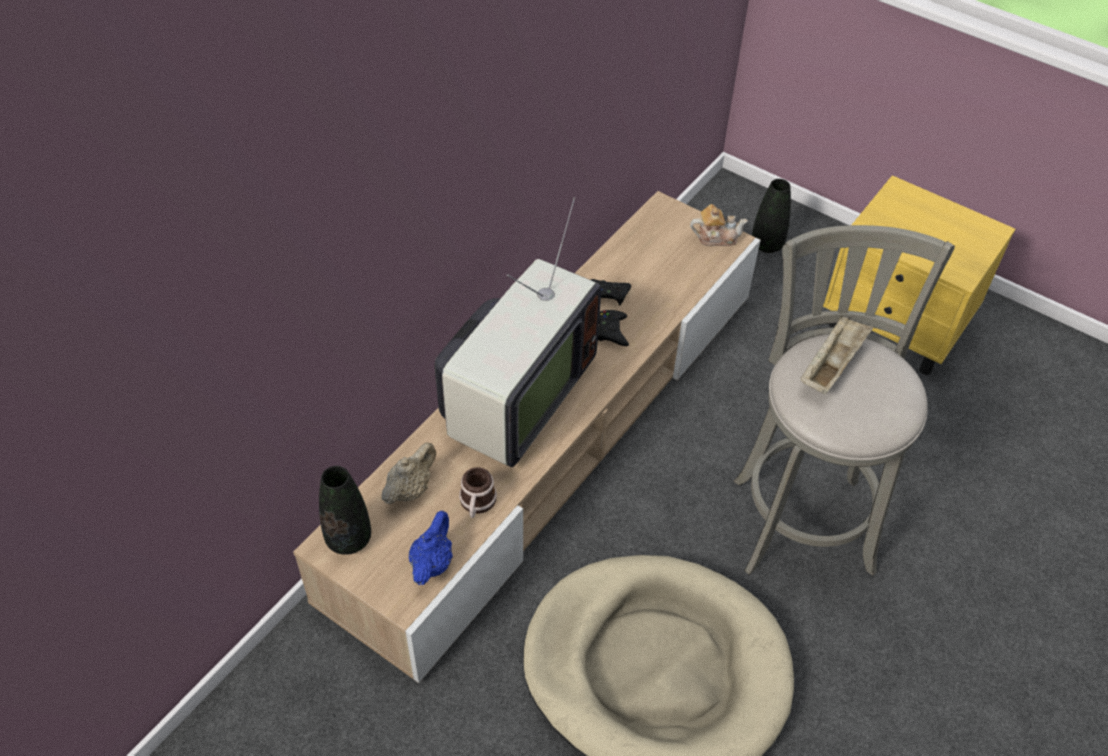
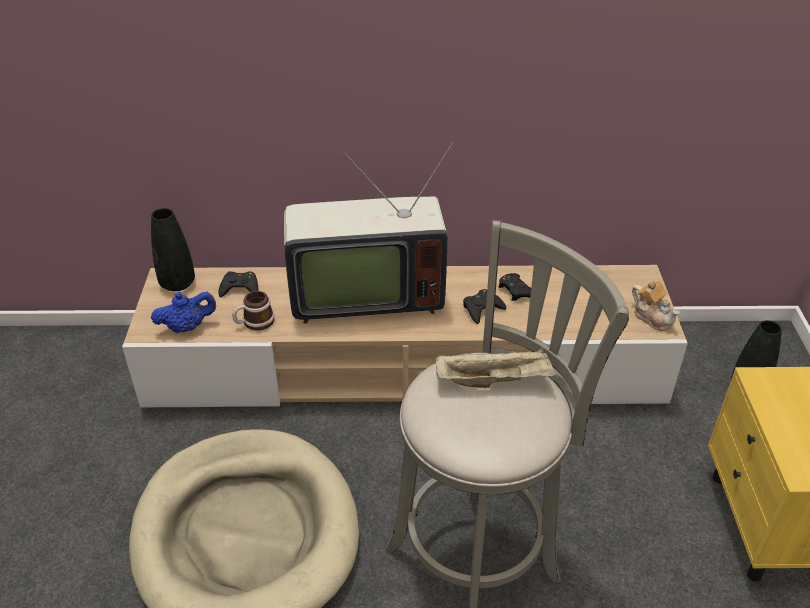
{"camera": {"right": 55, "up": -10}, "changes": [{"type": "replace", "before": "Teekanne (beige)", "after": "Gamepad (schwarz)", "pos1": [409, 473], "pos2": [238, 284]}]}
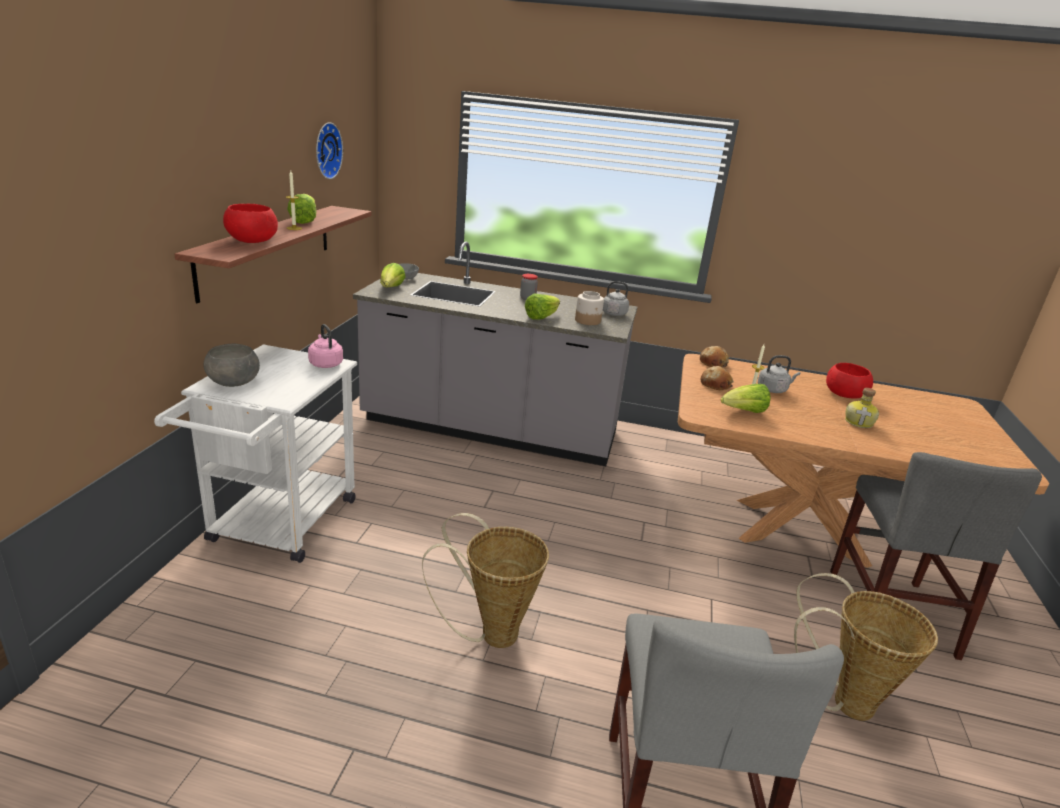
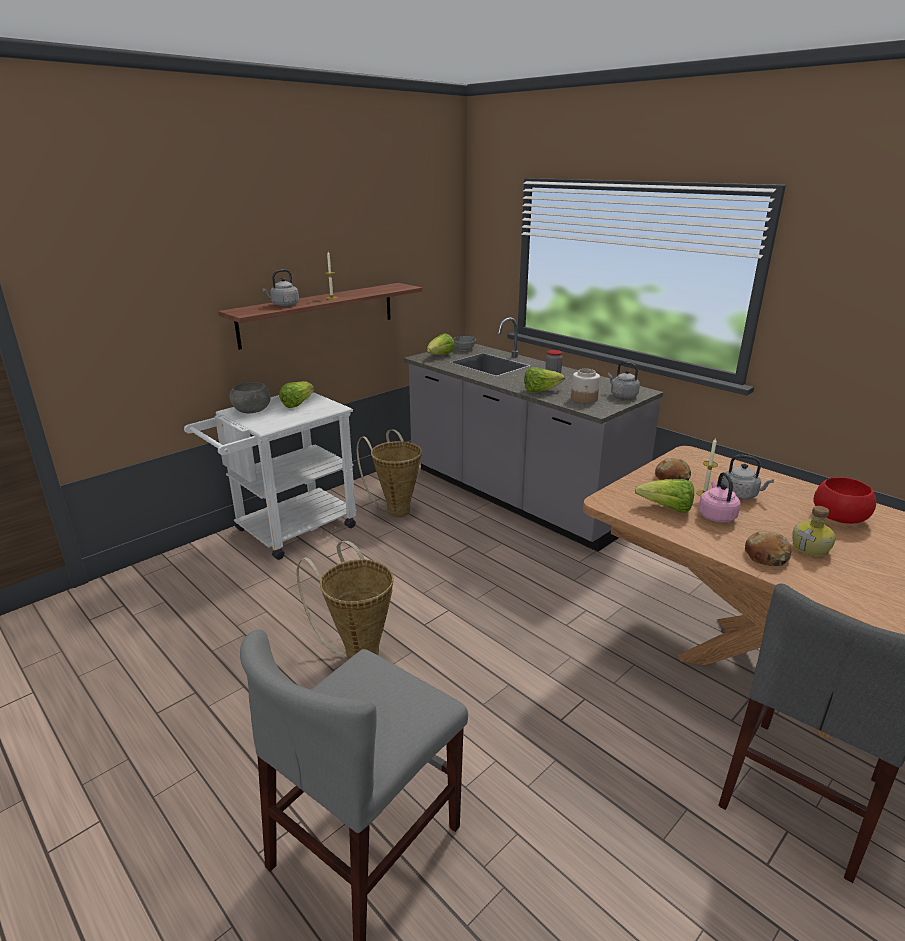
{"camera": {"right": 35, "up": 0}, "changes": [{"type": "replace", "before": "Schüssel (rot)", "after": "Wasserkessel (grau)", "pos1": [250, 223], "pos2": [280, 287]}, {"type": "move", "before": "Salatkopf", "pos1": [301, 209], "pos2": [296, 394]}, {"type": "move", "before": "Korb", "pos1": [866, 647], "pos2": [389, 473]}, {"type": "move", "before": "Wasserkessel (rosa)", "pos1": [325, 346], "pos2": [719, 497]}, {"type": "move", "before": "Brot", "pos1": [714, 357], "pos2": [768, 548]}, {"type": "delete", "before": "Wanduhr", "pos1": [329, 150]}]}
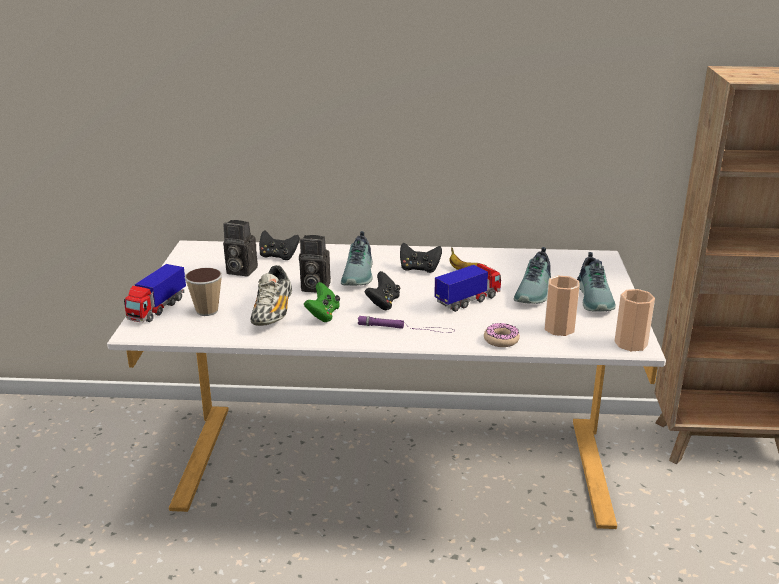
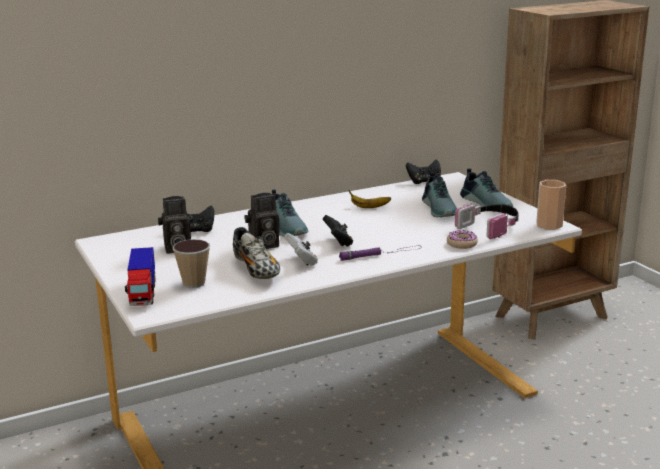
{"camera": {"right": -30, "up": -5}, "changes": [{"type": "recolor", "before": "Gamepad (grün)", "after": "Gamepad (weiß)", "pos1": [322, 302], "pos2": [301, 249]}, {"type": "move", "before": "Gamepad (schwarz)", "pos1": [421, 257], "pos2": [423, 171]}, {"type": "replace", "before": "Tasse", "after": "Kopfhörer", "pos1": [562, 305], "pos2": [487, 221]}, {"type": "delete", "before": "Spielzeuglaster", "pos1": [467, 288]}]}
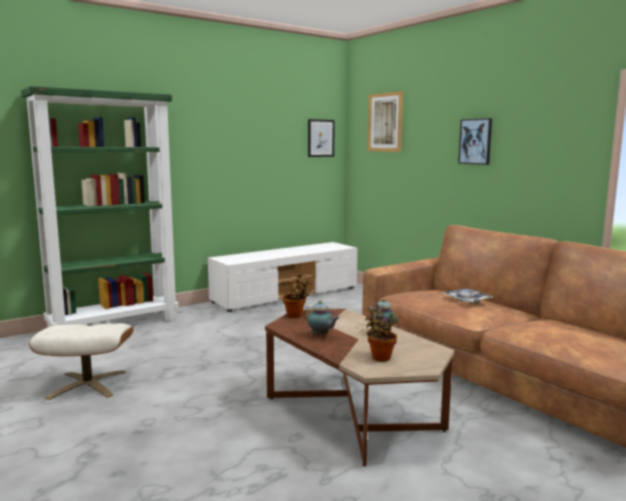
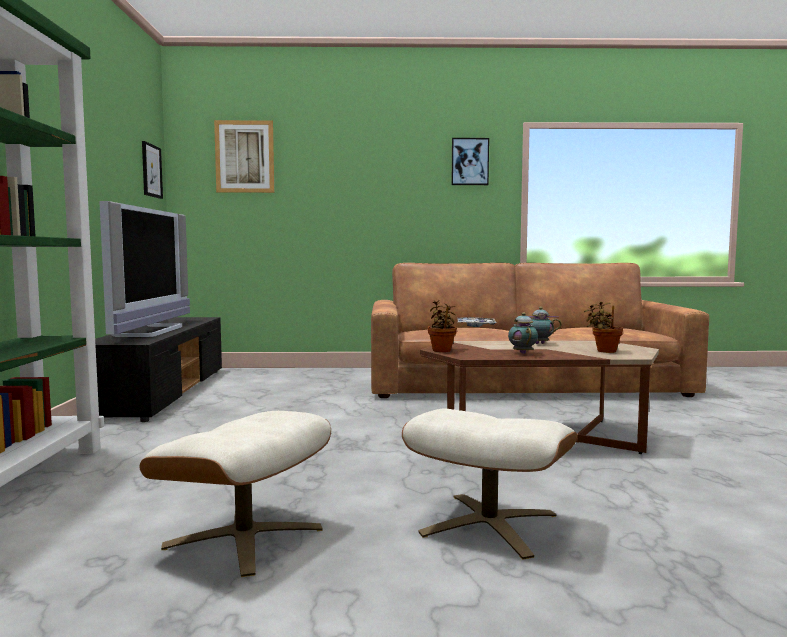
{"camera": {"right": -55, "up": -5}, "changes": [{"type": "recolor", "before": "Fernsehschrank (weiß)", "after": "Fernsehschrank (schwarz)", "pos1": [282, 277], "pos2": [158, 369]}, {"type": "insert", "after": "Fernseher", "pos2": [144, 269]}, {"type": "insert", "after": "Polsterhocker (beige)", "pos2": [489, 484]}, {"type": "move", "before": "Bild", "pos1": [475, 141], "pos2": [470, 161]}, {"type": "rotate", "before": "Teekanne", "pos1": [321, 318], "pos2": [523, 333], "turn": -75}]}
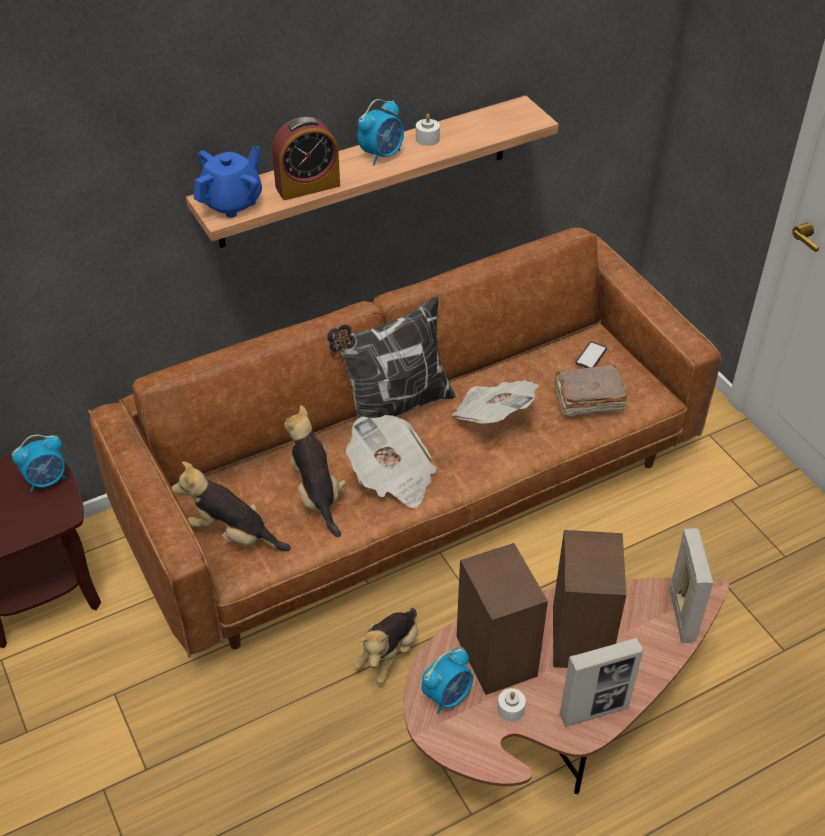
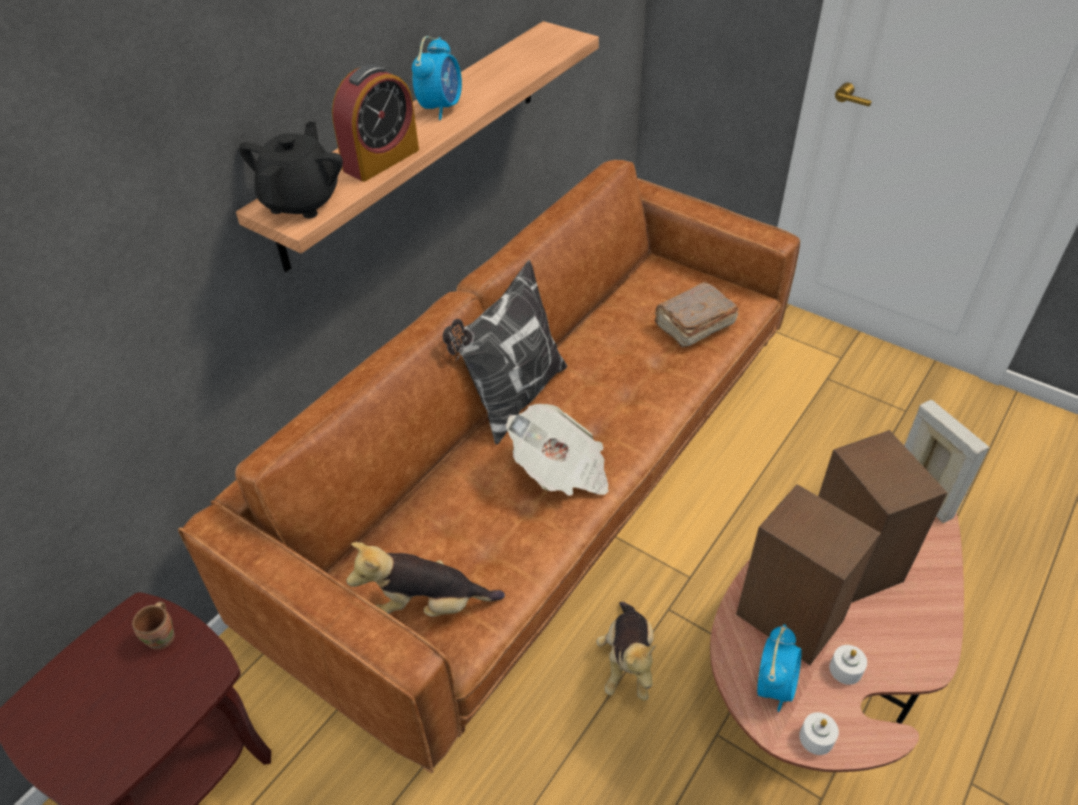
{"camera": {"right": -25, "up": 0}, "changes": [{"type": "replace", "before": "Wecker", "after": "Henkelbecher (braun)", "pos1": [39, 464], "pos2": [153, 625]}, {"type": "recolor", "before": "Teekanne (blau)", "after": "Teekanne (schwarz)", "pos1": [228, 182], "pos2": [291, 169]}, {"type": "move", "before": "Kerze (weiß)", "pos1": [428, 130], "pos2": [819, 733]}, {"type": "delete", "before": "Plüschtier", "pos1": [315, 471]}, {"type": "delete", "before": "Zeitung", "pos1": [495, 402]}, {"type": "delete", "before": "Bilderrahmen", "pos1": [601, 682]}, {"type": "delete", "before": "Handy", "pos1": [591, 354]}]}
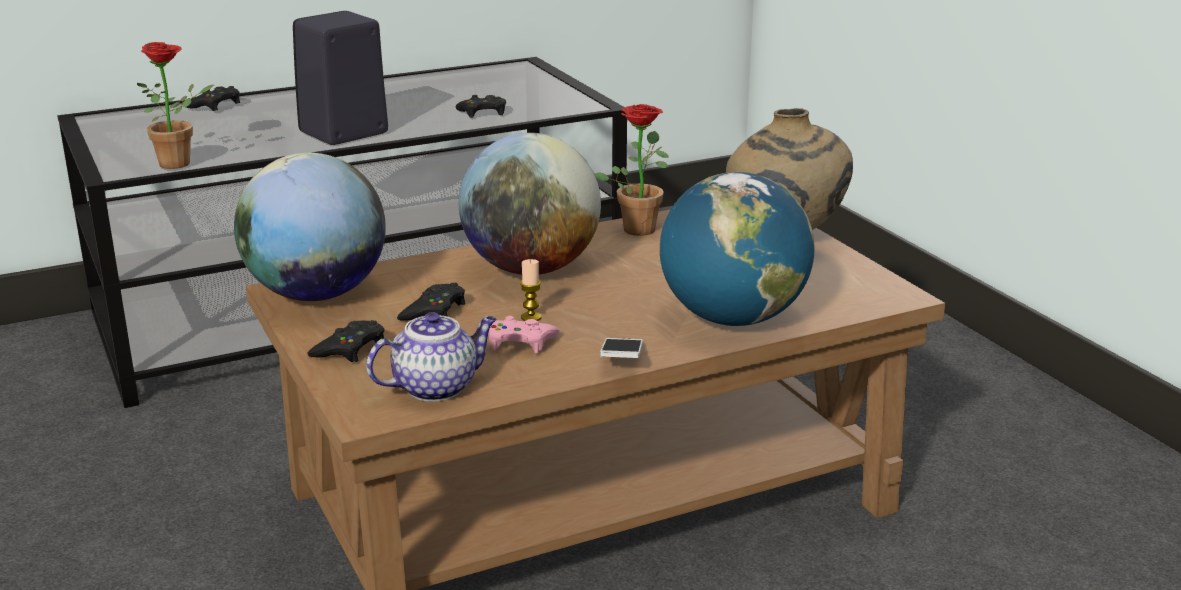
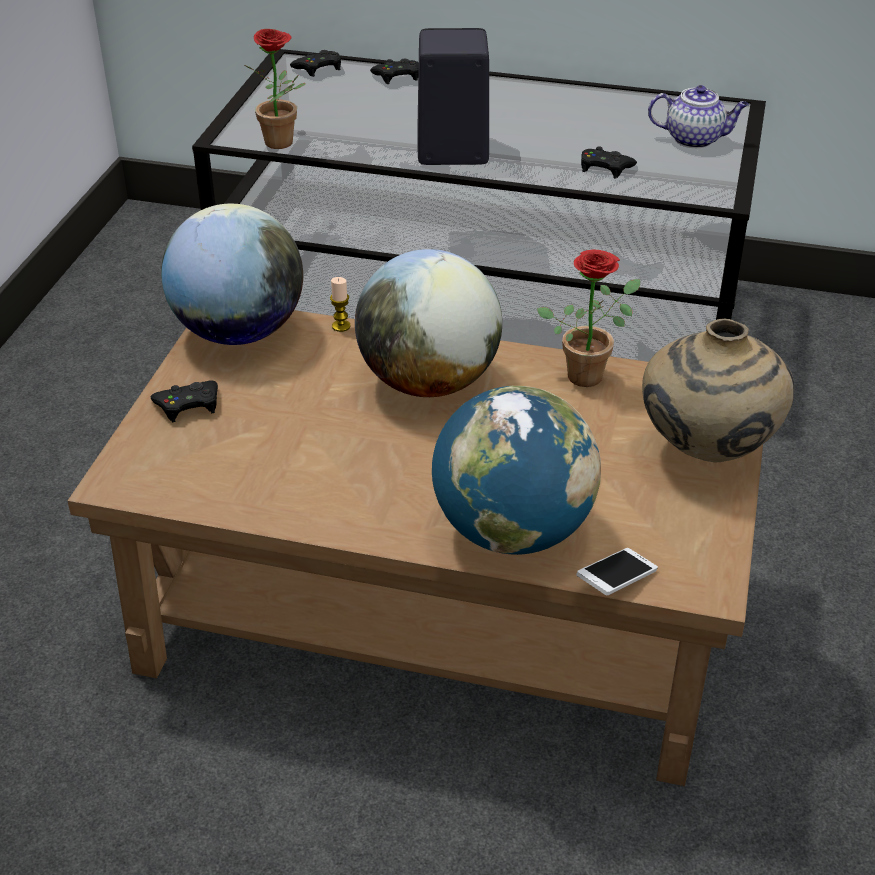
{"camera": {"right": 40, "up": 15}, "changes": [{"type": "move", "before": "Gamepad (schwarz)", "pos1": [431, 301], "pos2": [315, 63]}, {"type": "move", "before": "Kerze", "pos1": [531, 290], "pos2": [340, 304]}, {"type": "move", "before": "Handy", "pos1": [621, 348], "pos2": [617, 571]}, {"type": "move", "before": "Teekanne", "pos1": [431, 357], "pos2": [698, 116]}, {"type": "delete", "before": "Gamepad (rosa)", "pos1": [524, 334]}]}
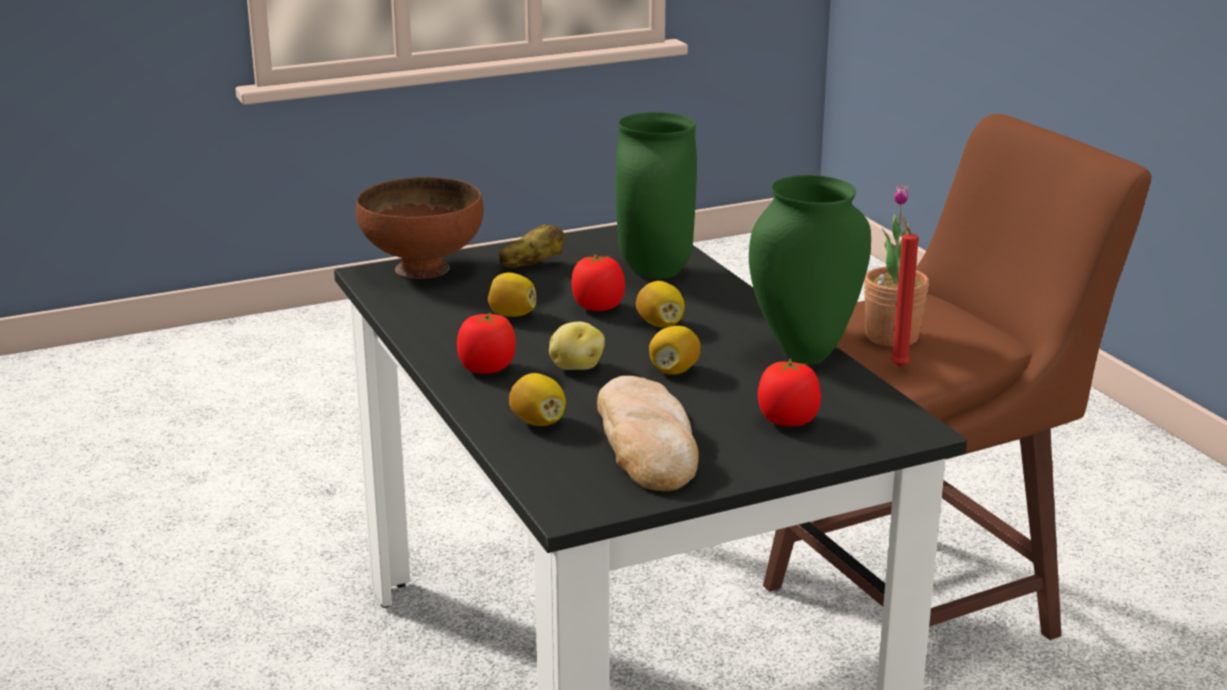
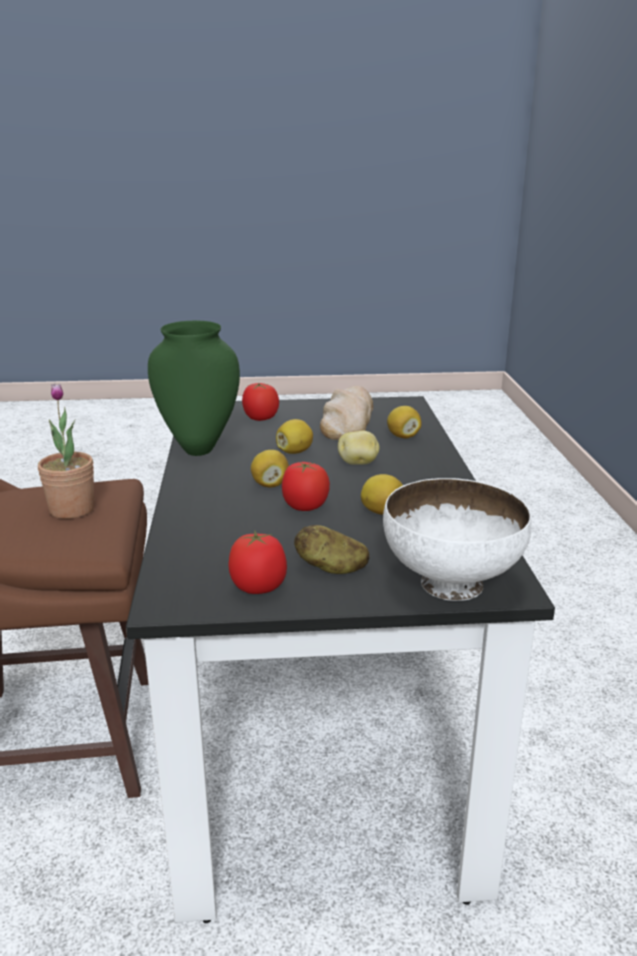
{"camera": {"right": -160, "up": 0}, "changes": [{"type": "move", "before": "Tomate", "pos1": [486, 343], "pos2": [257, 562]}, {"type": "recolor", "before": "Schüssel (braun)", "after": "Schüssel (weiß)", "pos1": [419, 228], "pos2": [457, 539]}, {"type": "delete", "before": "Vase (grün)", "pos1": [656, 195]}, {"type": "delete", "before": "Kerze (rot)", "pos1": [904, 291]}]}
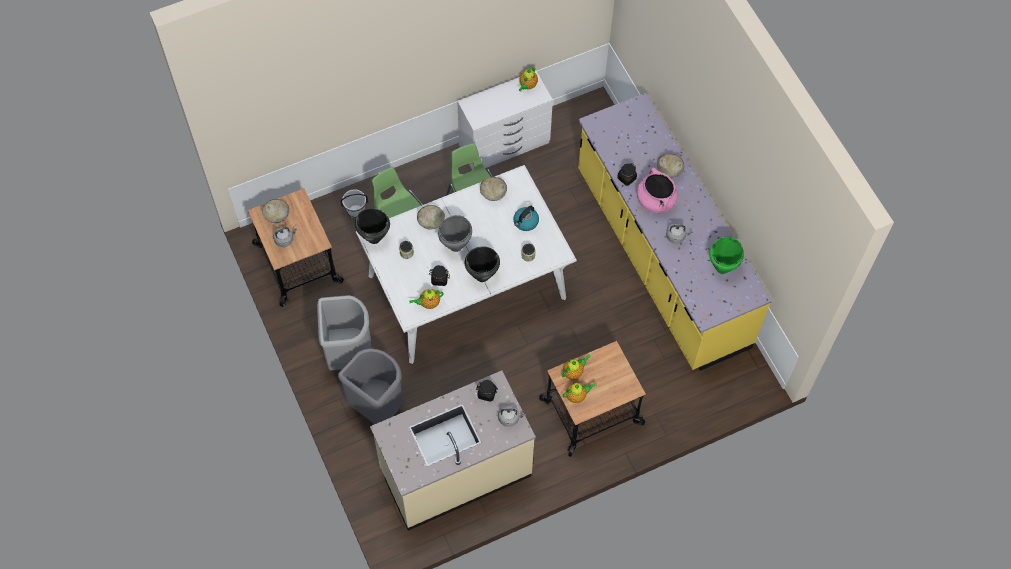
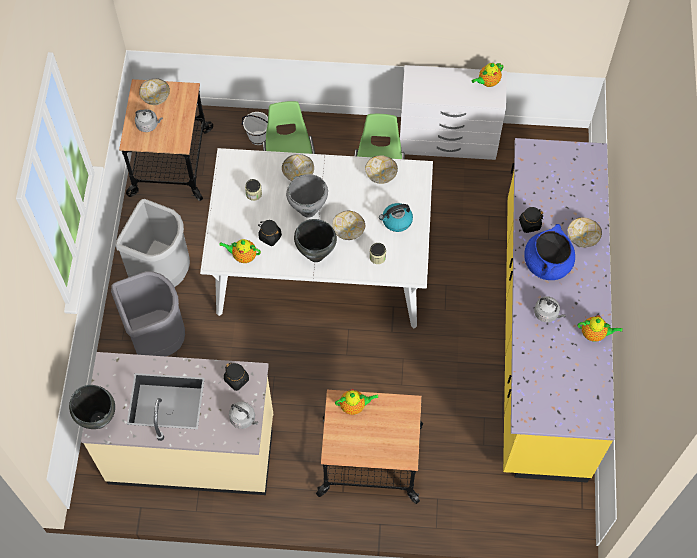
{"camera": {"right": 30, "up": 0}, "changes": [{"type": "move", "before": "Kochtopf (schwarz)", "pos1": [372, 226], "pos2": [92, 407]}, {"type": "insert", "after": "Schüssel", "pos2": [348, 225]}, {"type": "recolor", "before": "Kochtopf (rosa)", "after": "Kochtopf (blau)", "pos1": [657, 190], "pos2": [549, 252]}, {"type": "move", "before": "Teekanne", "pos1": [580, 392], "pos2": [599, 328]}, {"type": "delete", "before": "Kochtopf (grün)", "pos1": [726, 255]}]}
